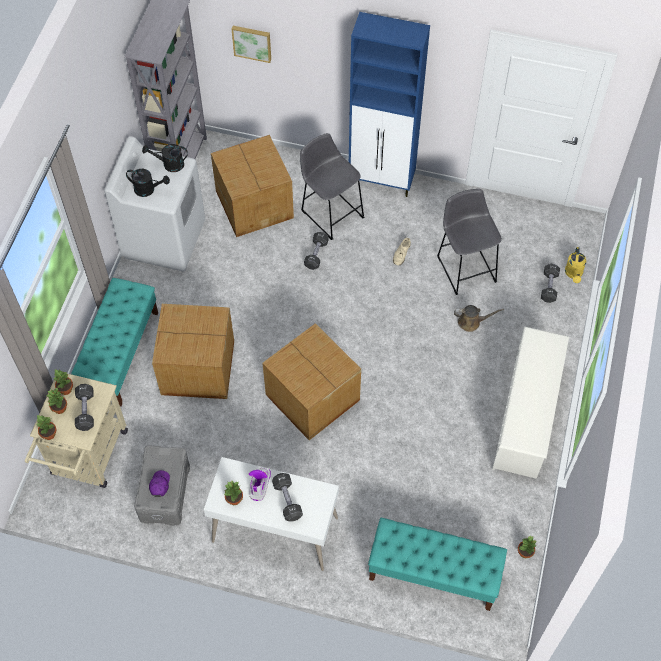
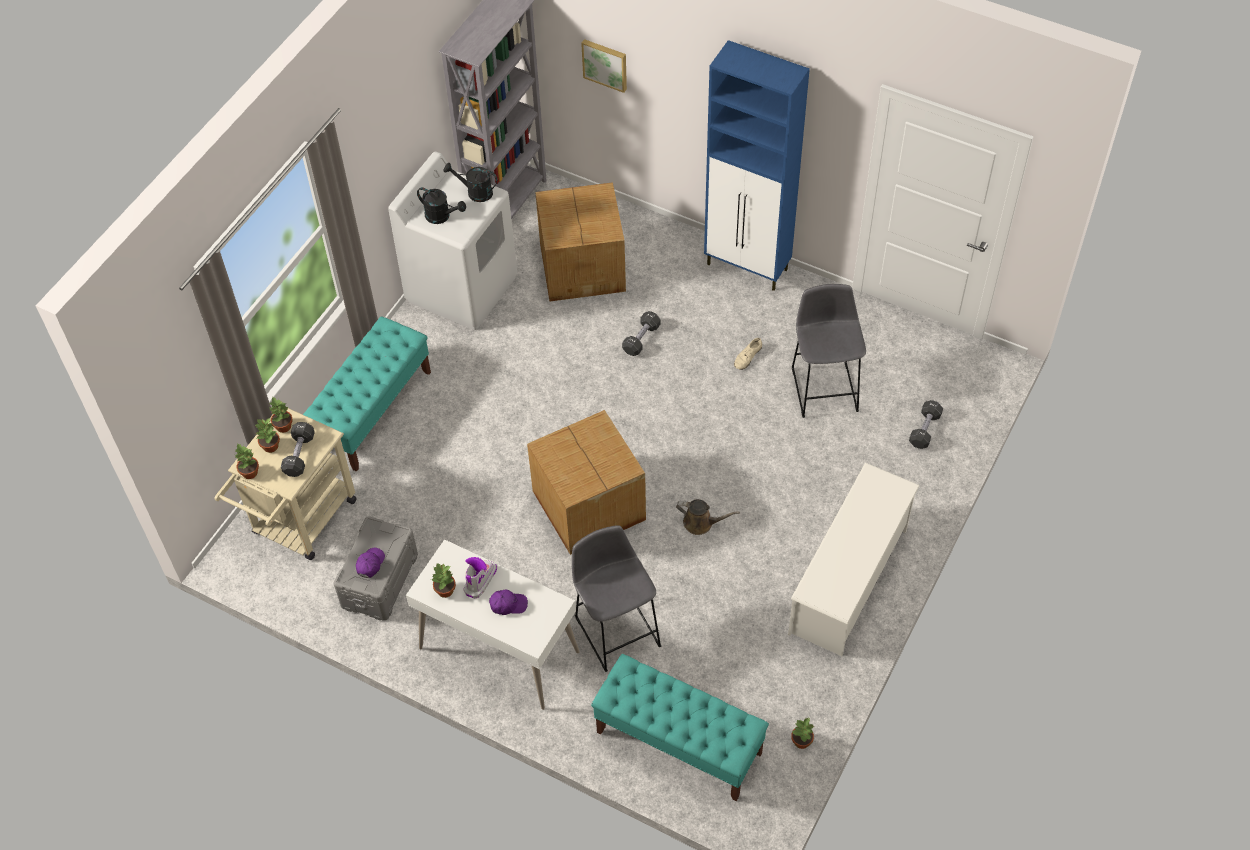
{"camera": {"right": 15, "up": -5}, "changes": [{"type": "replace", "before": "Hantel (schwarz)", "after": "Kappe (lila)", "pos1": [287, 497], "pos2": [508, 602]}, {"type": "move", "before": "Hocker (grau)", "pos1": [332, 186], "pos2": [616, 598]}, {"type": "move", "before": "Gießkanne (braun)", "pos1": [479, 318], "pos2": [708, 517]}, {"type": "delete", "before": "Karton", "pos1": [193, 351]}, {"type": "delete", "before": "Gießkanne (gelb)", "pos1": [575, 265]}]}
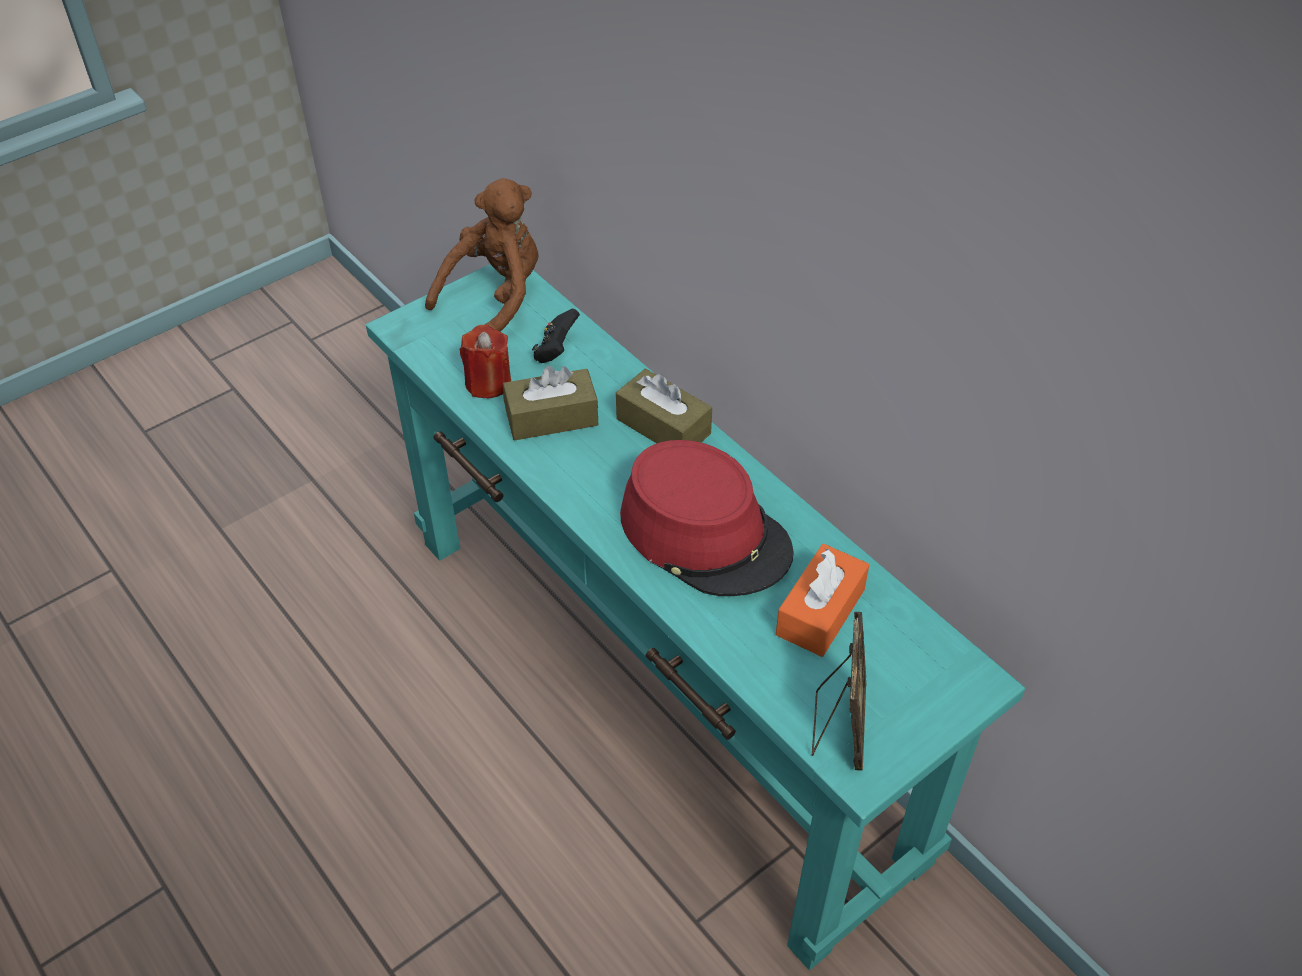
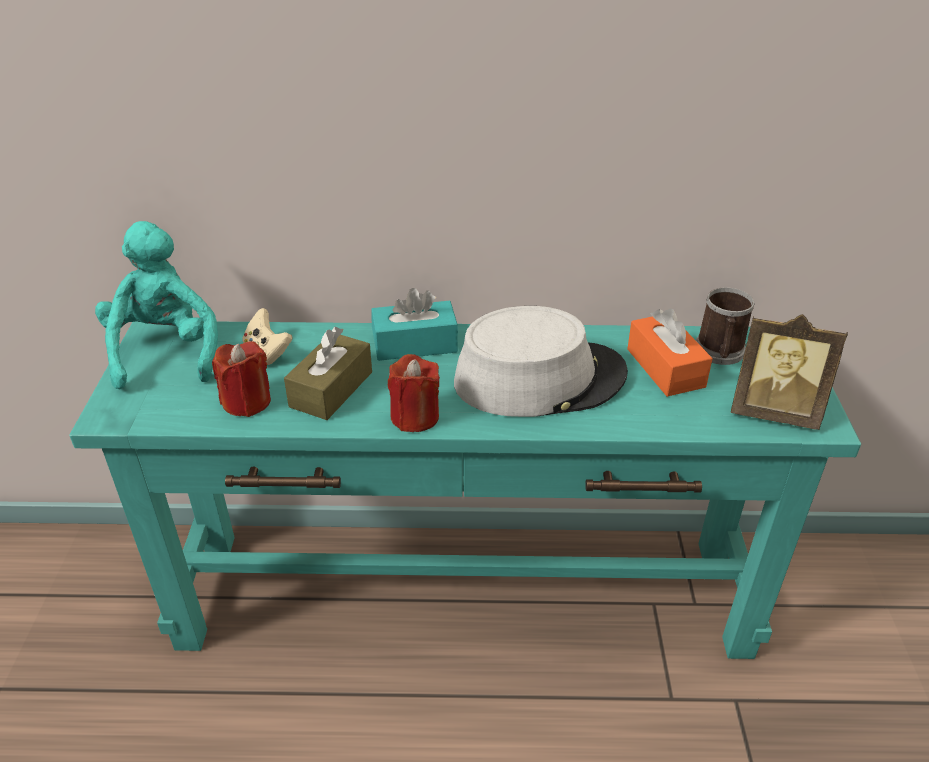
{"camera": {"right": -50, "up": -10}, "changes": [{"type": "recolor", "before": "Plüschtier (braun)", "after": "Plüschtier (türkis)", "pos1": [482, 254], "pos2": [156, 305]}, {"type": "recolor", "before": "Gamepad (schwarz)", "after": "Gamepad (beige)", "pos1": [556, 336], "pos2": [268, 336]}, {"type": "recolor", "before": "Taschentuchbox (braun)", "after": "Taschentuchbox (türkis)", "pos1": [664, 406], "pos2": [414, 324]}, {"type": "insert", "after": "Kerze (rot)", "pos2": [414, 393]}, {"type": "recolor", "before": "Hut (rot)", "after": "Hut (grau)", "pos1": [707, 518], "pos2": [541, 361]}, {"type": "insert", "after": "Henkelbecher", "pos2": [725, 326]}, {"type": "rotate", "before": "Bilderrahmen", "pos1": [839, 691], "pos2": [789, 372], "turn": 150}]}
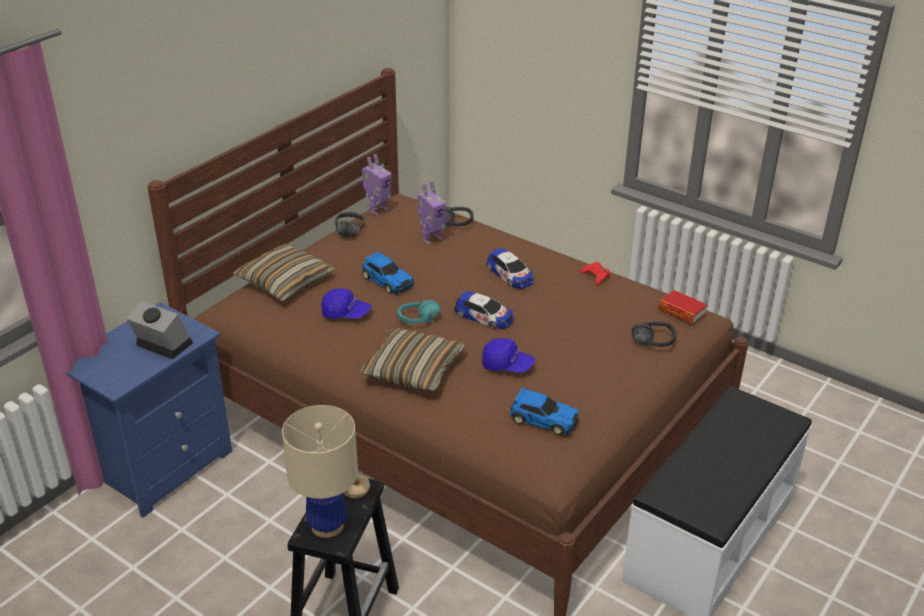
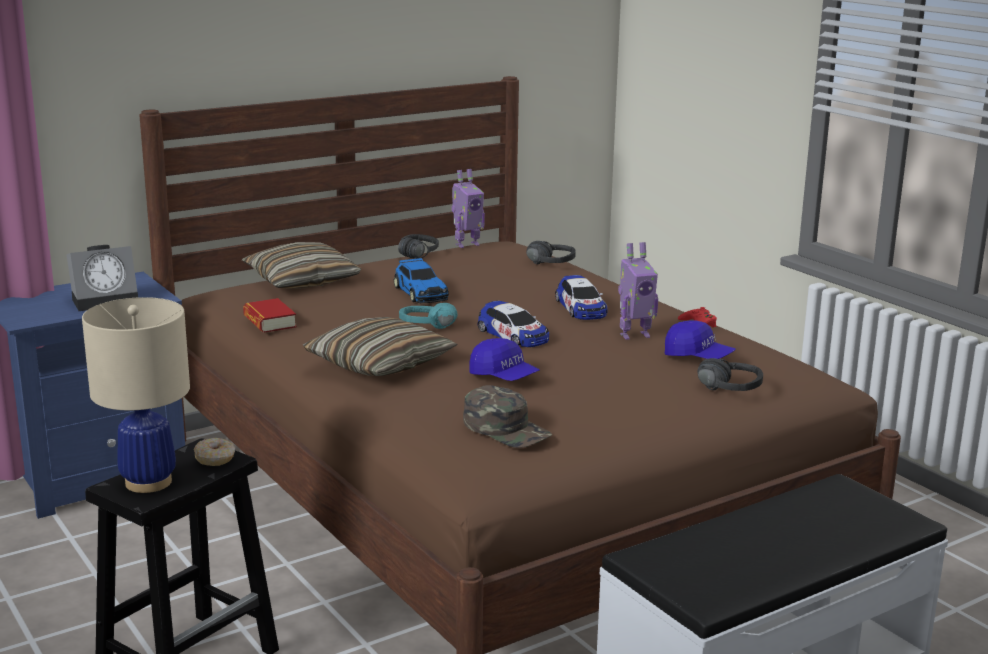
{"camera": {"right": 20, "up": -15}, "changes": [{"type": "rotate", "before": "Wecker", "pos1": [160, 330], "pos2": [102, 278], "turn": 105}, {"type": "move", "before": "Buch", "pos1": [682, 307], "pos2": [270, 315]}, {"type": "replace", "before": "Spielzeugauto", "after": "Kappe (grün)", "pos1": [543, 411], "pos2": [507, 416]}, {"type": "move", "before": "Spielzeugroboter", "pos1": [432, 213], "pos2": [638, 291]}, {"type": "move", "before": "Kappe (blau)", "pos1": [346, 303], "pos2": [700, 339]}]}
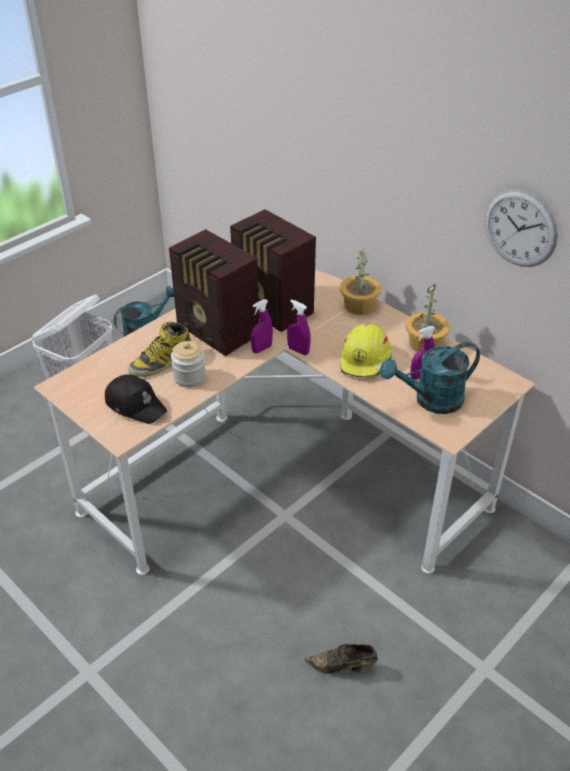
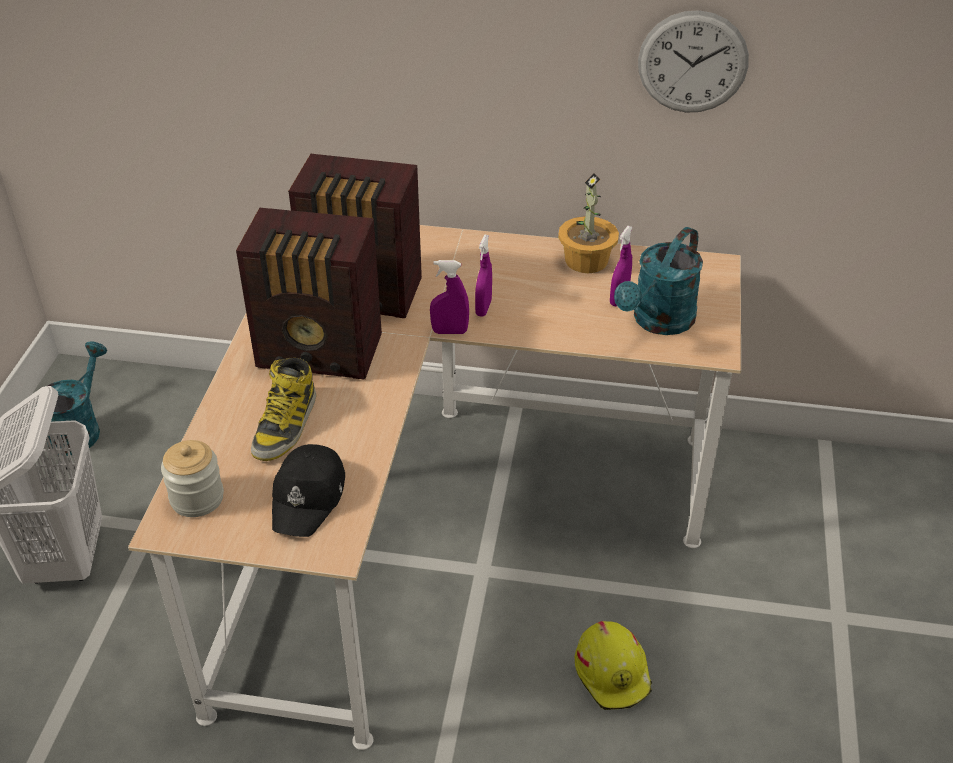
{"camera": {"right": -35, "up": 0}, "changes": [{"type": "move", "before": "Vorratsglas", "pos1": [188, 364], "pos2": [192, 478]}, {"type": "rotate", "before": "Kappe (schwarz)", "pos1": [136, 399], "pos2": [308, 490], "turn": 105}, {"type": "move", "before": "Sprühflasche (lila)", "pos1": [262, 326], "pos2": [483, 276]}, {"type": "move", "before": "Schutzhelm (gelb)", "pos1": [366, 350], "pos2": [613, 665]}, {"type": "delete", "before": "Schuh (braun)", "pos1": [341, 659]}, {"type": "delete", "before": "Topfpflanze", "pos1": [360, 281]}]}
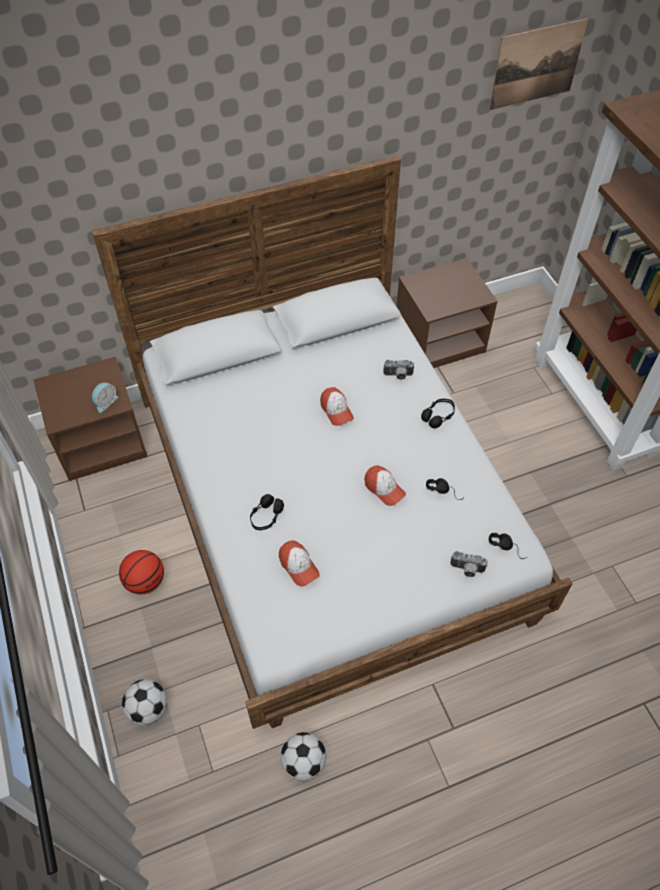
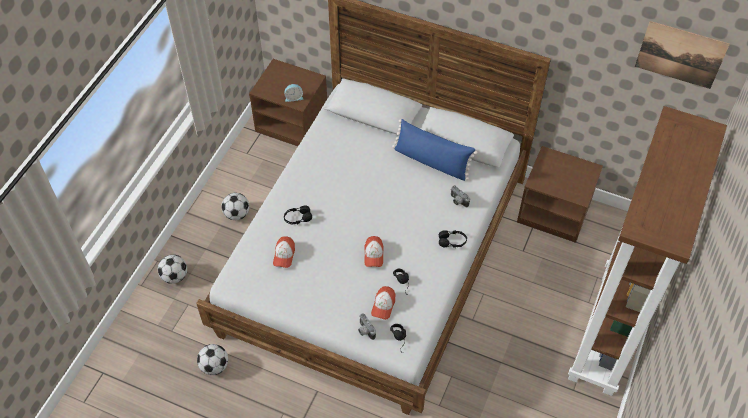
{"camera": {"right": 45, "up": 0}, "changes": [{"type": "replace", "before": "Basketball", "after": "Fußball", "pos1": [141, 572], "pos2": [235, 206]}, {"type": "move", "before": "Kappe", "pos1": [337, 406], "pos2": [383, 303]}, {"type": "insert", "after": "Kissen (blau)", "pos2": [434, 150]}]}
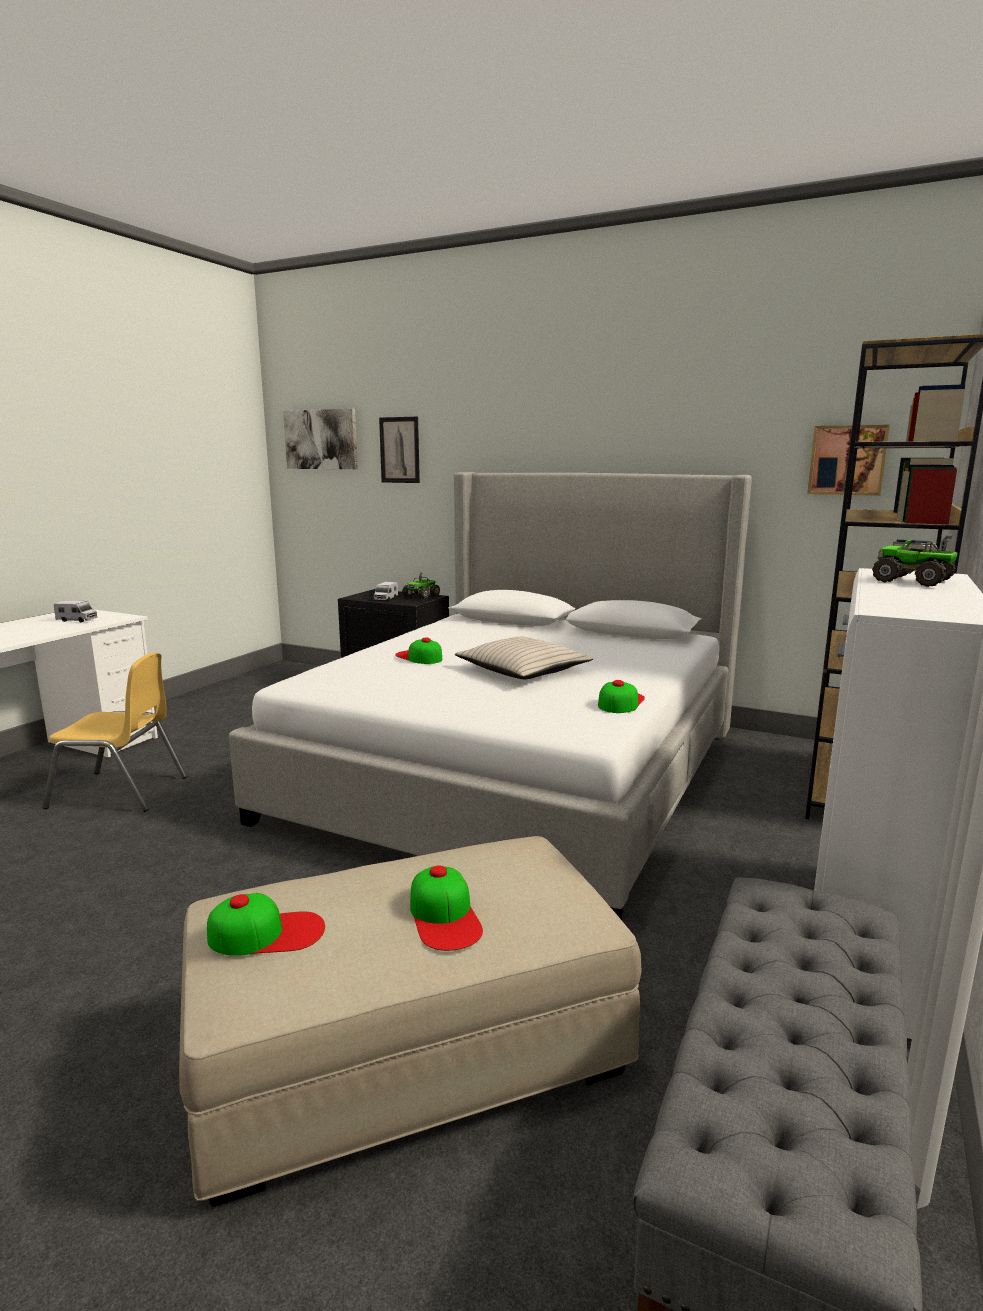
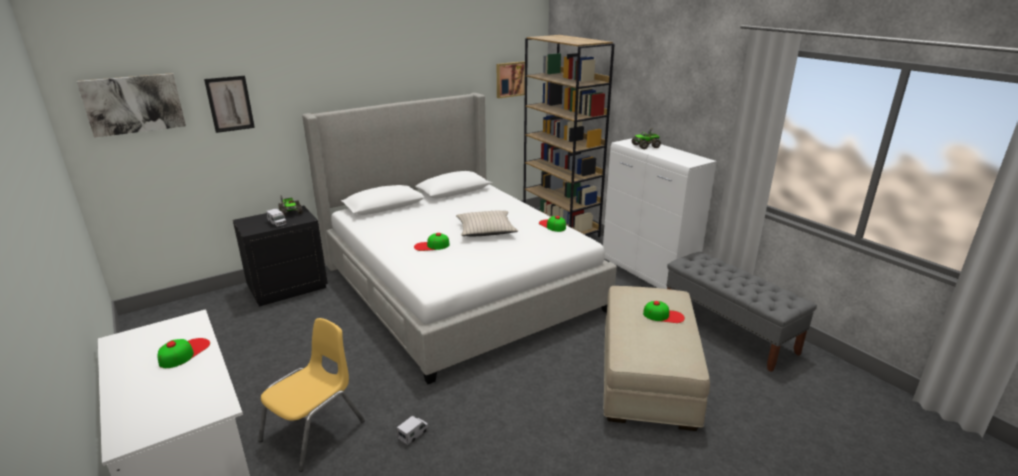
{"camera": {"right": -60, "up": 10}, "changes": [{"type": "move", "before": "Kappe", "pos1": [266, 924], "pos2": [184, 353]}, {"type": "move", "before": "Spielzeuglaster", "pos1": [76, 611], "pos2": [413, 430]}]}
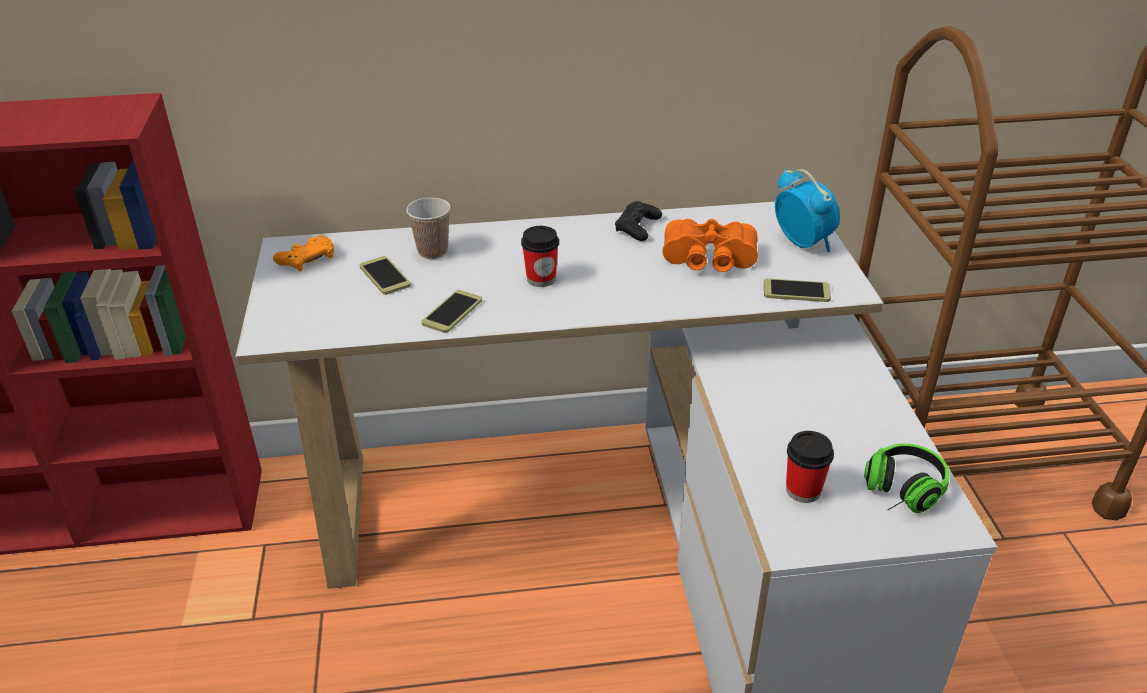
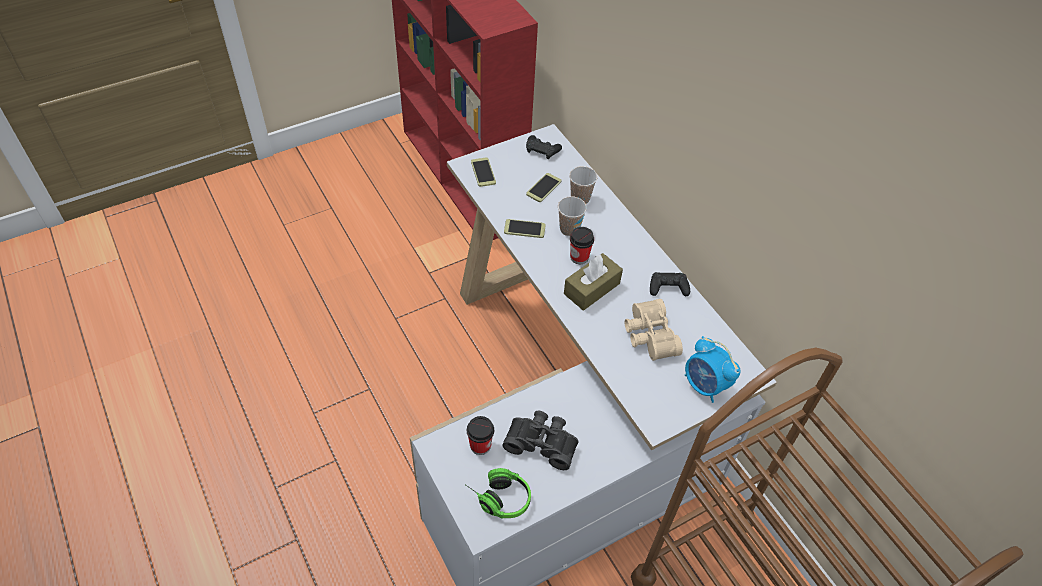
{"camera": {"right": 65, "up": 15}, "changes": [{"type": "move", "before": "Handy", "pos1": [797, 290], "pos2": [483, 172]}, {"type": "insert", "after": "Fernglas (schwarz)", "pos2": [540, 440]}, {"type": "recolor", "before": "Gamepad (orange)", "after": "Gamepad (schwarz)", "pos1": [303, 253], "pos2": [544, 147]}, {"type": "insert", "after": "Tasse", "pos2": [572, 216]}, {"type": "insert", "after": "Taschentuchbox (braun)", "pos2": [593, 282]}, {"type": "recolor", "before": "Fernglas (orange)", "after": "Fernglas (beige)", "pos1": [710, 245], "pos2": [654, 330]}, {"type": "rotate", "before": "Wecker", "pos1": [807, 210], "pos2": [712, 369], "turn": 105}]}
